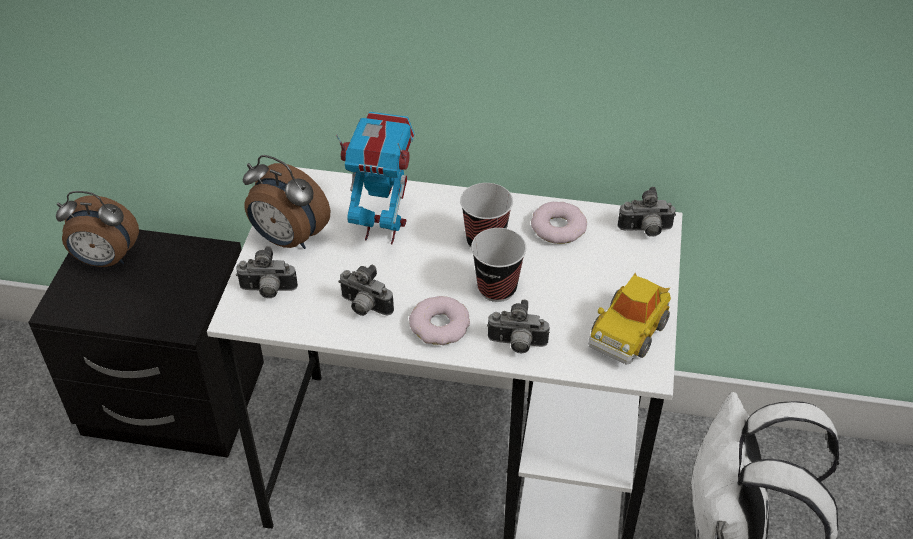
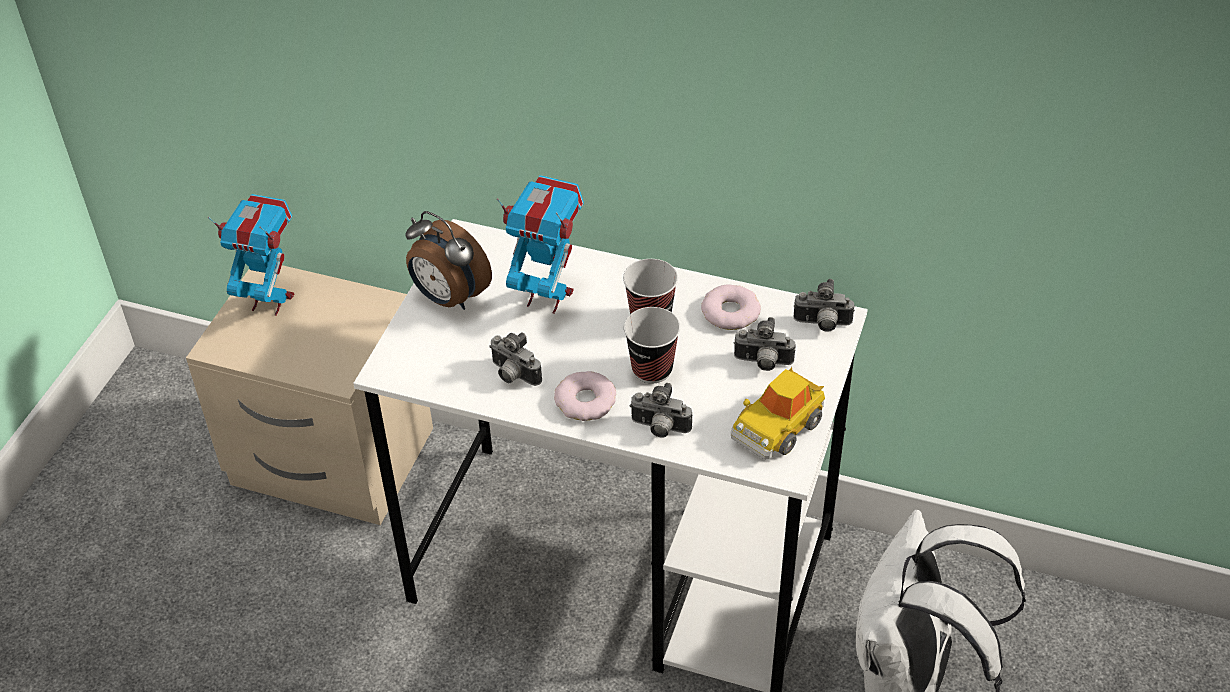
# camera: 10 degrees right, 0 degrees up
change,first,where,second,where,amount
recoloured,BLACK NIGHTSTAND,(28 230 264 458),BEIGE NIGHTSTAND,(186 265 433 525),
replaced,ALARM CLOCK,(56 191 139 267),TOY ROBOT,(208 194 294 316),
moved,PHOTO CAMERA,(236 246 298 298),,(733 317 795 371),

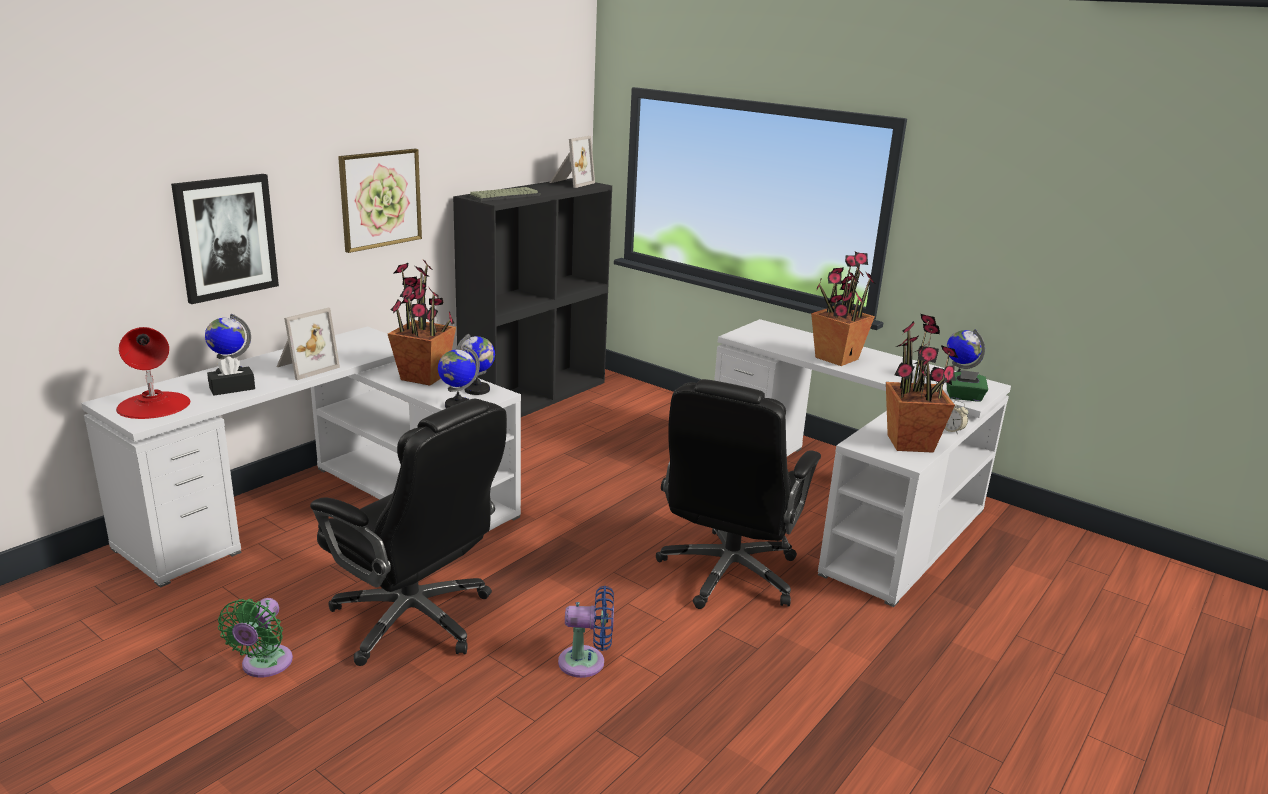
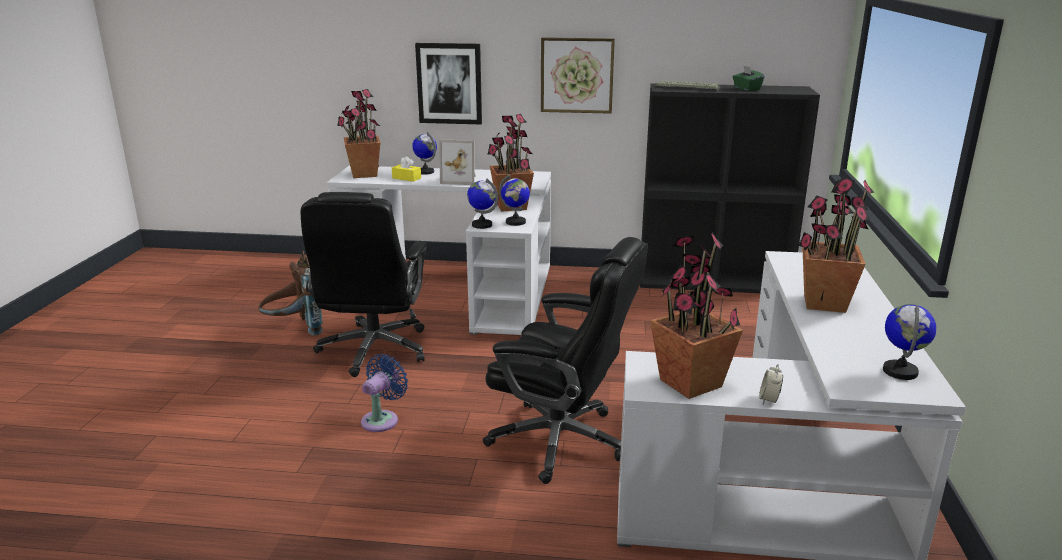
# camera: 60 degrees right, 0 degrees up
change,first,where,second,where,amount
replaced,GREEN FAN,(218 598 293 677),BROWN BACKPACK,(258 251 323 336),
replaced,RED TABLE LAMP,(116 327 190 419),POTTED PLANT,(337 89 380 178),
turned,BLUE FAN,(558 586 614 678),,(361 354 408 432),120 degrees counterclockwise
recoloured,BLACK TISSUE BOX,(207 356 255 396),YELLOW TISSUE BOX,(392 156 421 182),
turned,BLACK OFFICE CHAIR,(656 379 821 609),,(483 237 648 484),150 degrees counterclockwise
moved,GREEN TISSUE BOX,(946 370 988 402),,(733 65 765 91),
removed,PICTURE FRAME,(550 136 595 188),,,

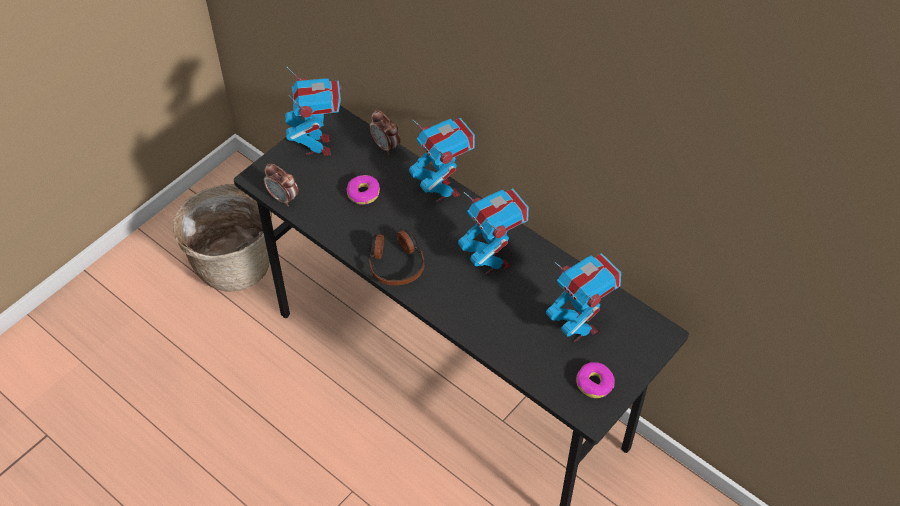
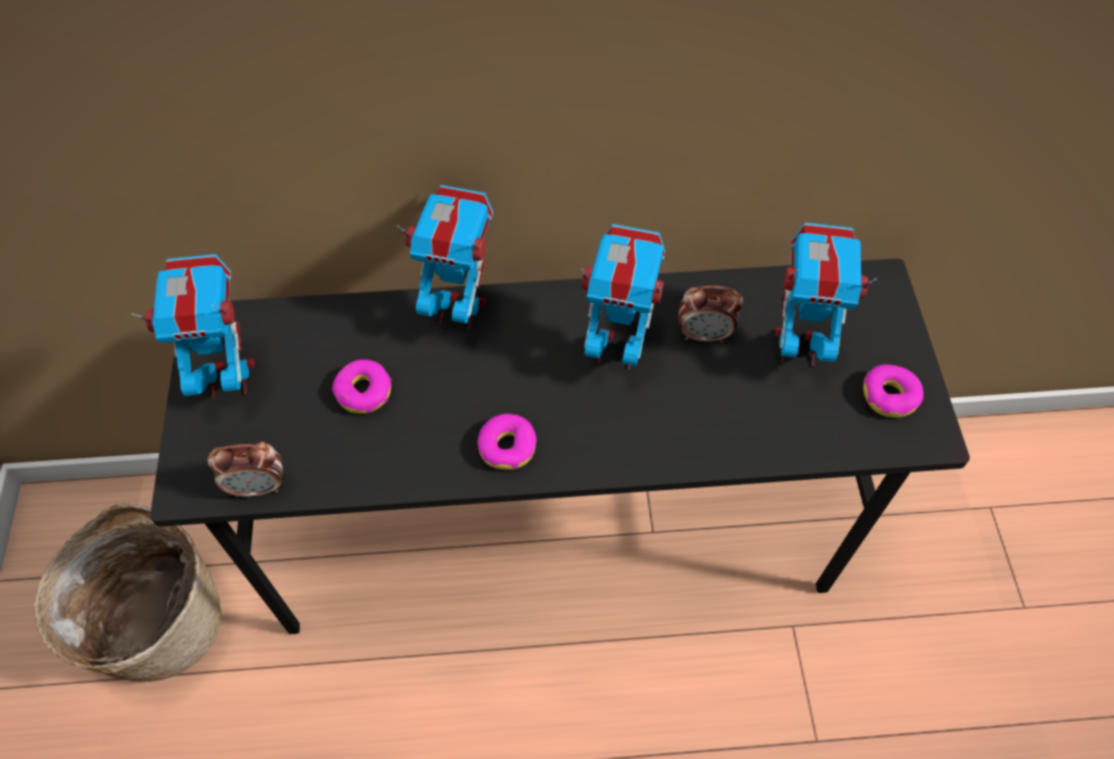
# camera: 45 degrees left, 5 degrees up
change,first,where,second,where,amount
turned,TOY ROBOT,(285 67 341 156),,(132 254 255 399),45 degrees counterclockwise
replaced,HEADPHONES,(369 228 424 286),DONUT,(478 414 537 470),
moved,ALARM CLOCK,(369 110 401 154),,(679 286 743 342),

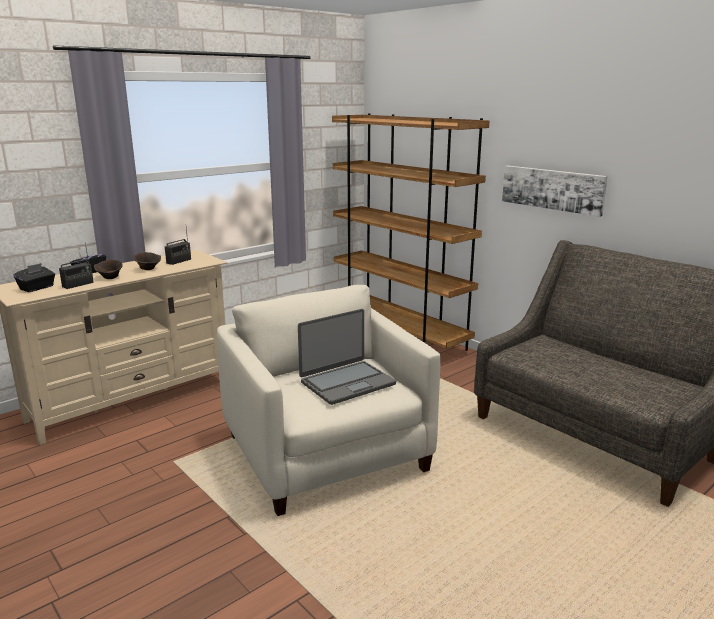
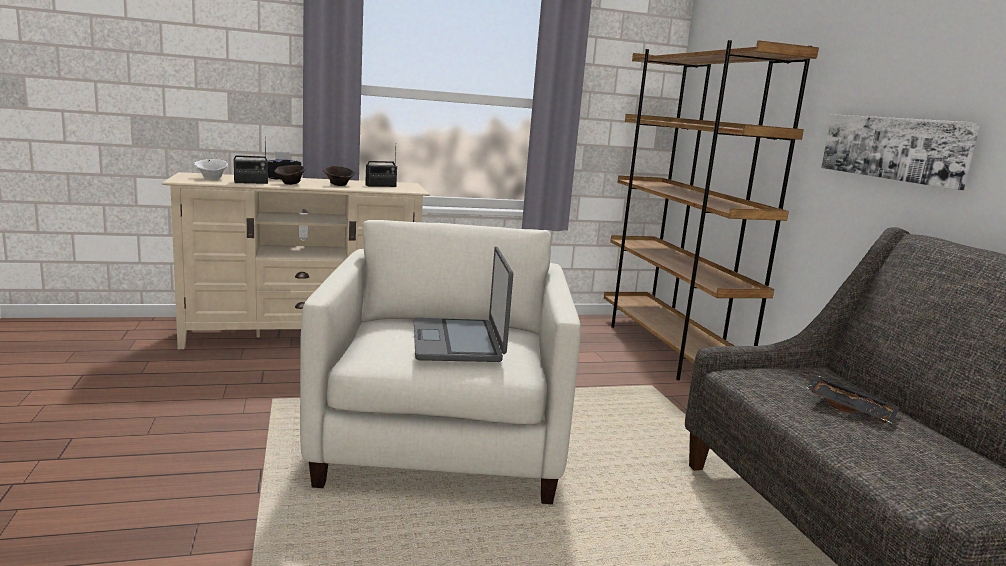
# camera: 25 degrees right, 5 degrees down
change,first,where,second,where,amount
replaced,BLACK TISSUE BOX,(13 263 55 292),WHITE BOWL,(194 159 228 179),
turned,LAPTOP,(298 309 396 405),,(414 246 513 362),90 degrees clockwise
added,,,BLACK TRAY,(806 375 900 424),

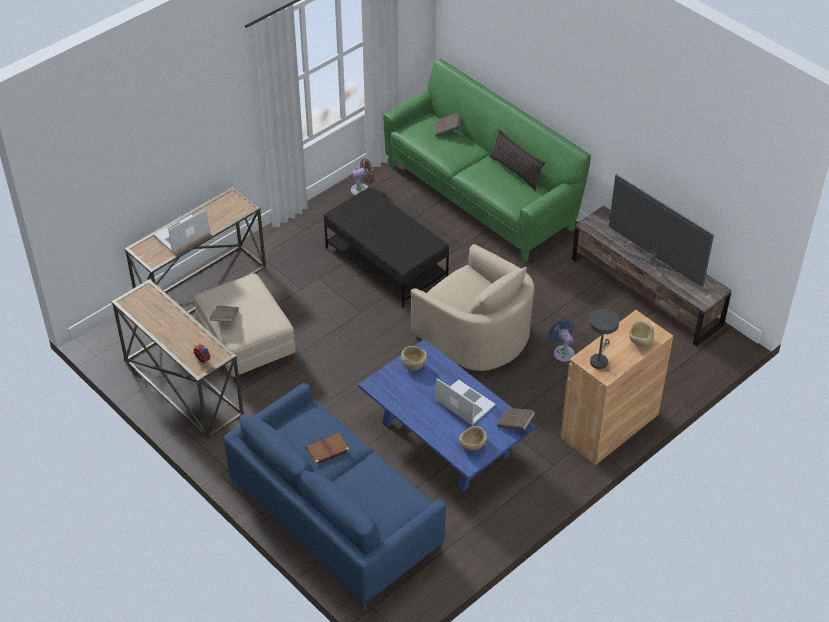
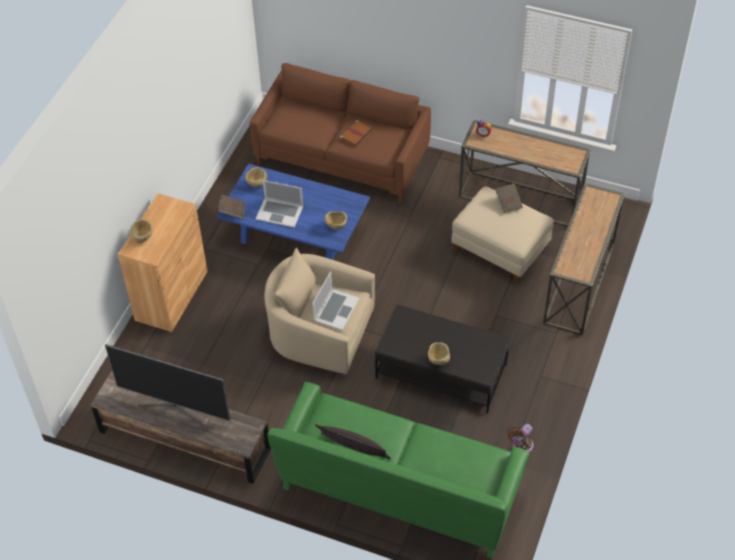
# camera: 155 degrees right, 5 degrees up
change,first,where,second,where,amount
recoloured,BLUE SOFA,(223 383 446 611),BROWN SOFA,(250 63 431 203),
moved,LAPTOP,(154 209 210 253),,(312 271 360 331),
added,,,BEIGE BOWL,(428 342 450 365),
removed,BROWN BOOK,(434 112 461 137),,,
removed,BLUE FAN,(548 319 575 362),,,
removed,GREY TABLE LAMP,(589 309 620 369),,,

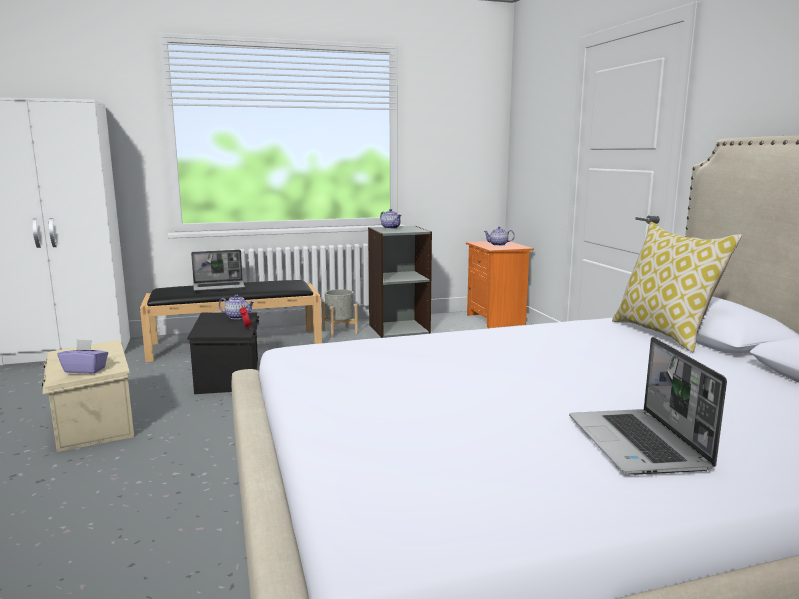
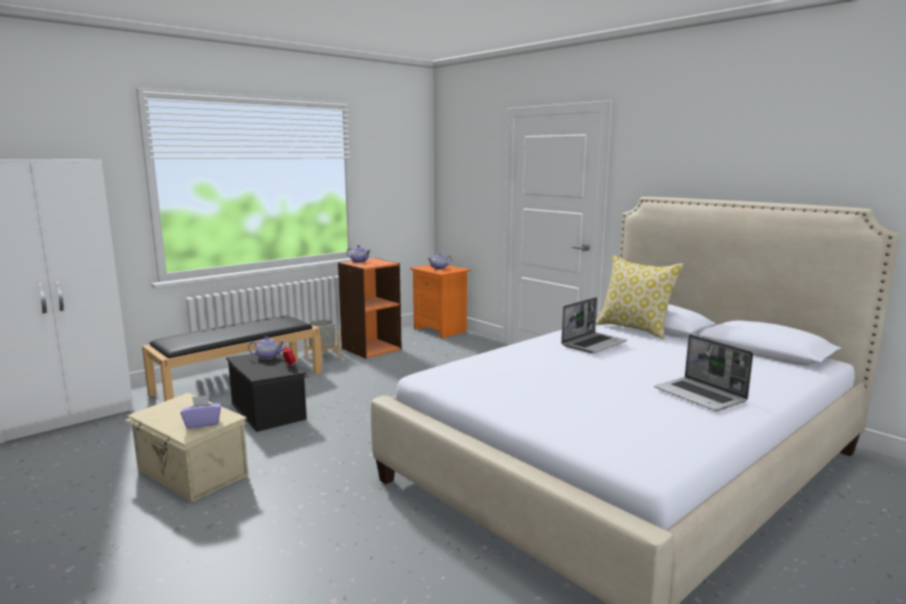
# camera: 25 degrees left, 0 degrees up
change,first,where,second,where,amount
recoloured,GREY BOOKCASE,(368 226 432 338),ORANGE BOOKCASE,(338 258 402 359),
moved,LAPTOP,(191 250 245 292),,(561 297 627 353),

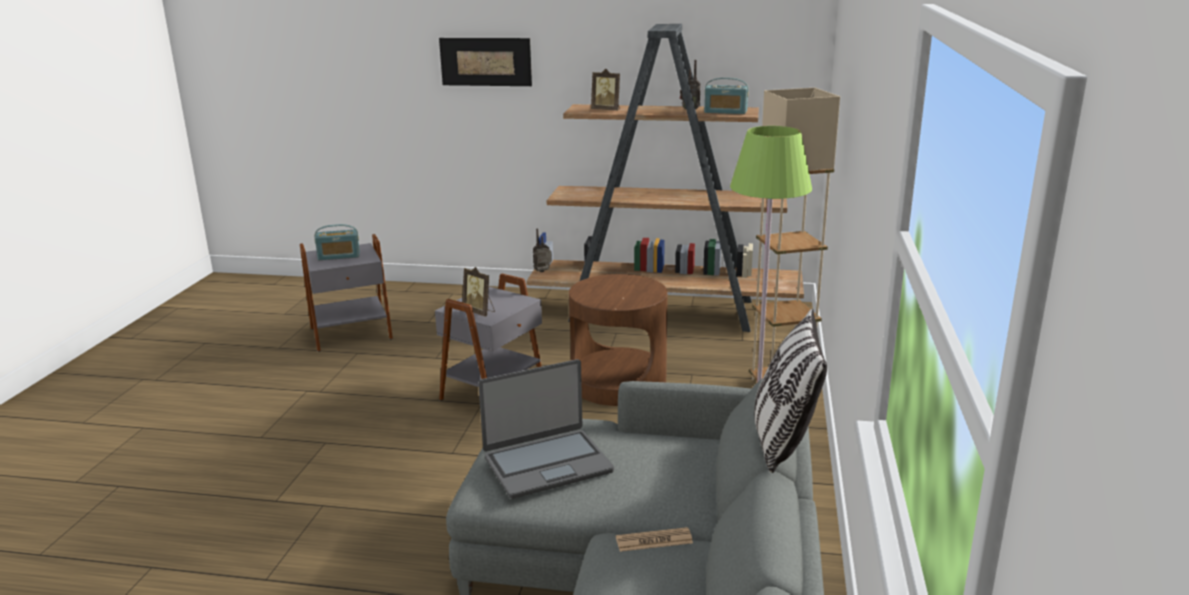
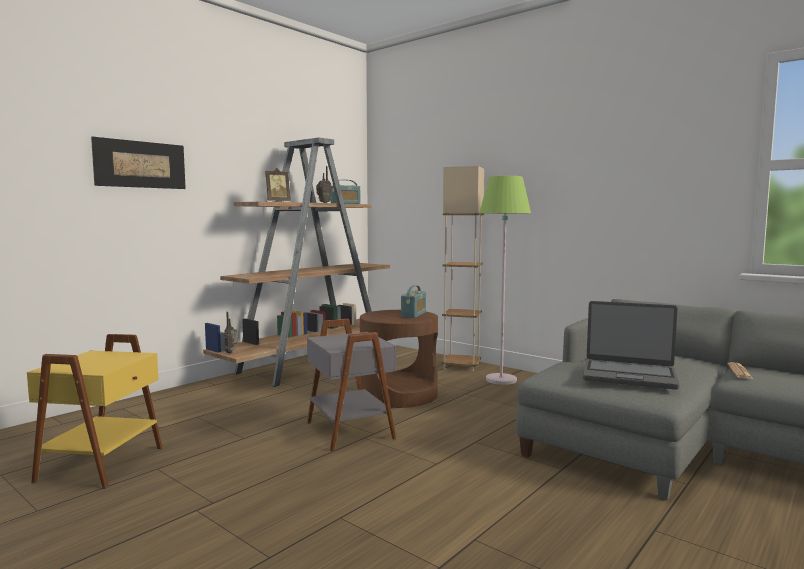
# camera: 60 degrees left, 15 degrees down
change,first,where,second,where,amount
recoloured,GREY SIDE TABLE,(300 234 393 352),YELLOW SIDE TABLE,(27 334 162 489),
moved,RADIO,(314 224 360 260),,(401 285 426 318),
turned,LAPTOP,(478 359 614 499),,(583 301 680 389),105 degrees clockwise
removed,PICTURE FRAME,(462 267 495 317),,,
removed,PILLOW,(754 309 827 473),,,

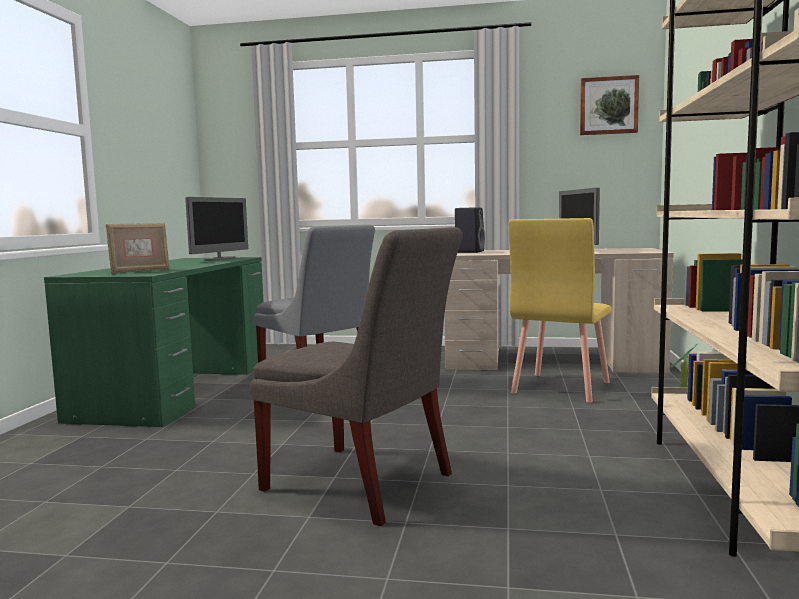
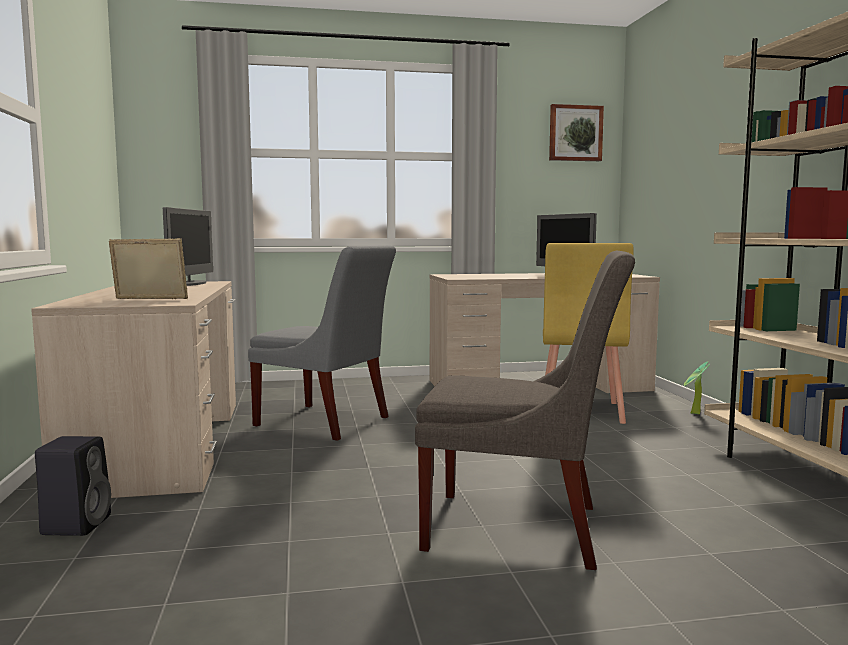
# camera: 20 degrees left, 0 degrees up
change,first,where,second,where,amount
recoloured,GREEN DESK,(44 257 264 427),BEIGE DESK,(31 281 236 498),
moved,BLACK SPEAKER,(455 207 485 253),,(35 436 111 536),
turned,PICTURE FRAME,(106 223 170 274),,(109 238 188 299),105 degrees counterclockwise

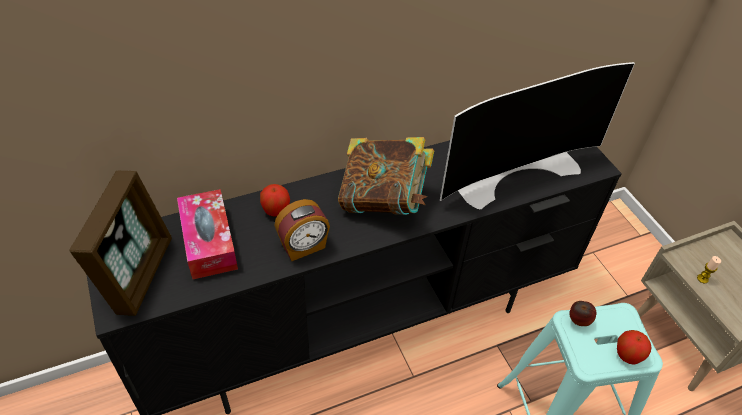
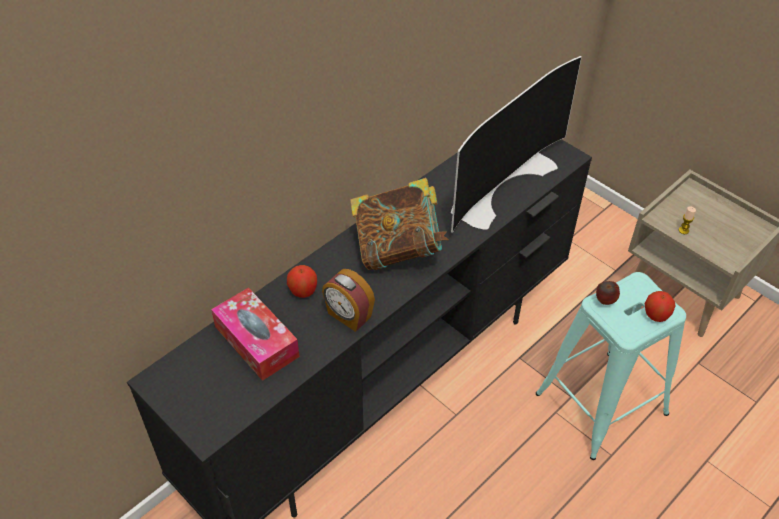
# camera: 20 degrees left, 0 degrees up
change,first,where,second,where,amount
turned,ALARM CLOCK,(274 199 330 261),,(322 269 375 332),90 degrees clockwise
removed,PICTURE FRAME,(69 171 172 316),,,

